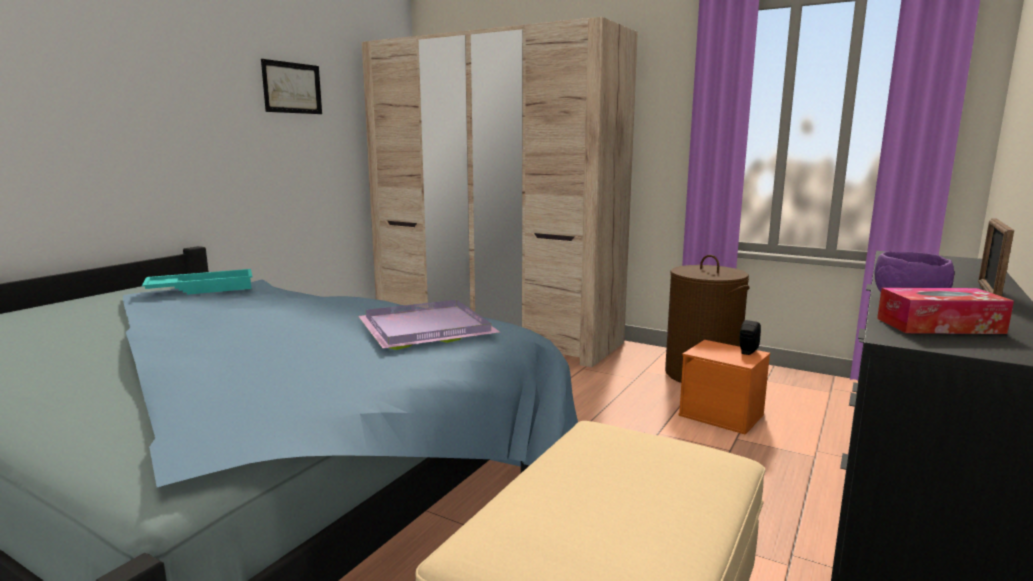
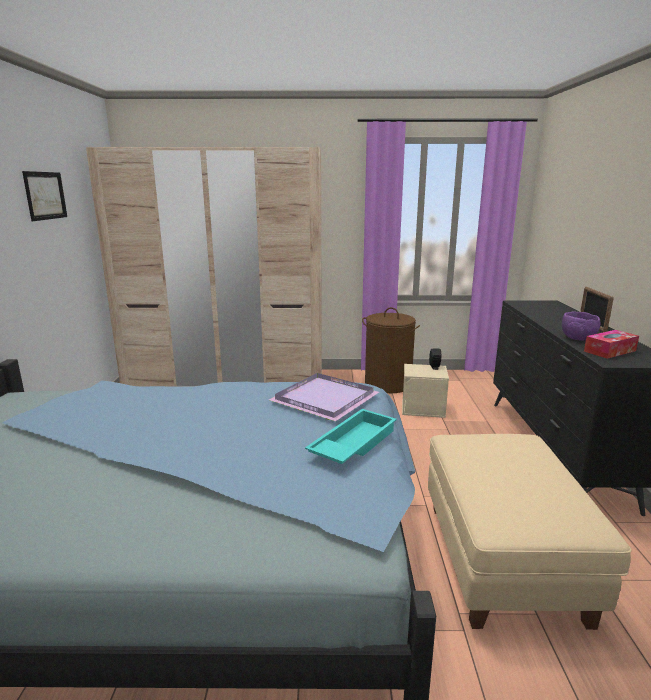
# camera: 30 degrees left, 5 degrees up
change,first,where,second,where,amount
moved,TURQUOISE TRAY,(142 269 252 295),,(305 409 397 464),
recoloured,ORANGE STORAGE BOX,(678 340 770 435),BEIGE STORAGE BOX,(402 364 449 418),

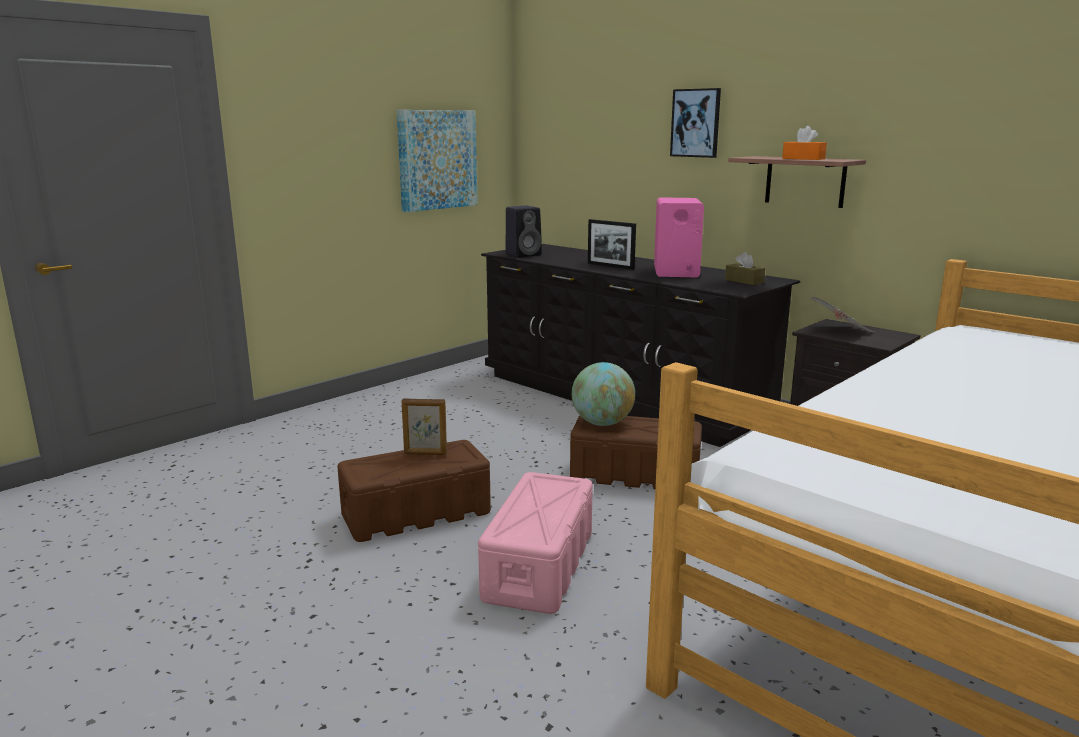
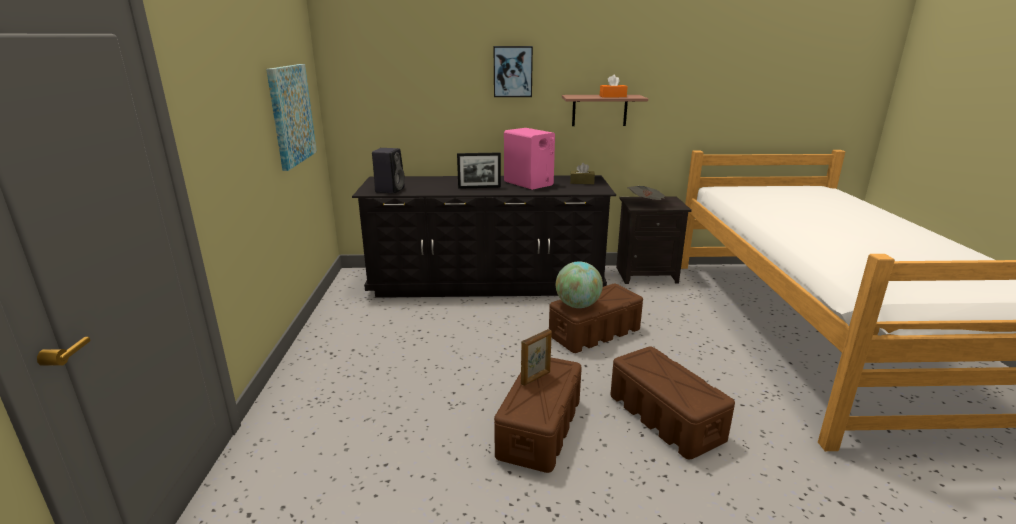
# camera: 45 degrees left, 5 degrees up
change,first,where,second,where,amount
recoloured,PINK STORAGE BOX,(478 472 593 614),BROWN STORAGE BOX,(610 347 735 459),

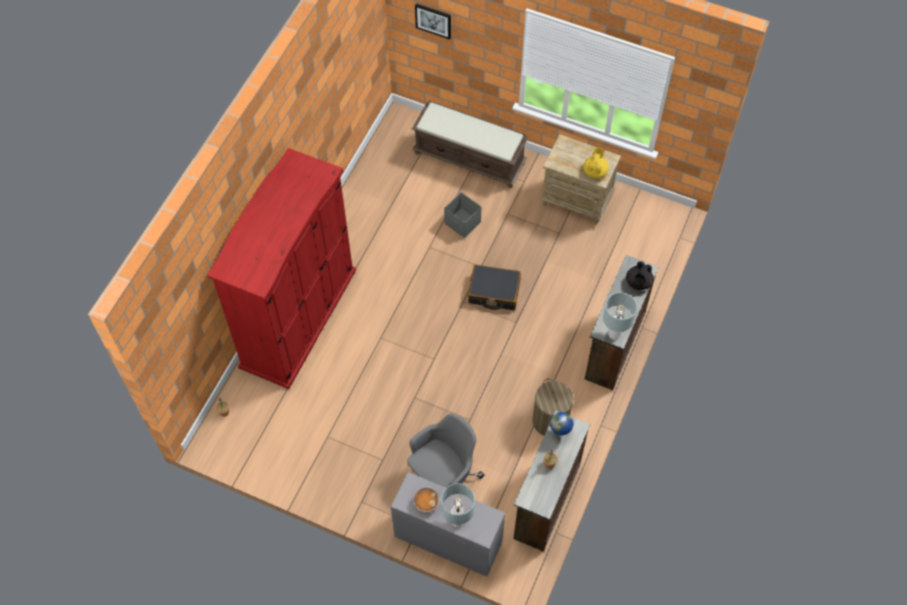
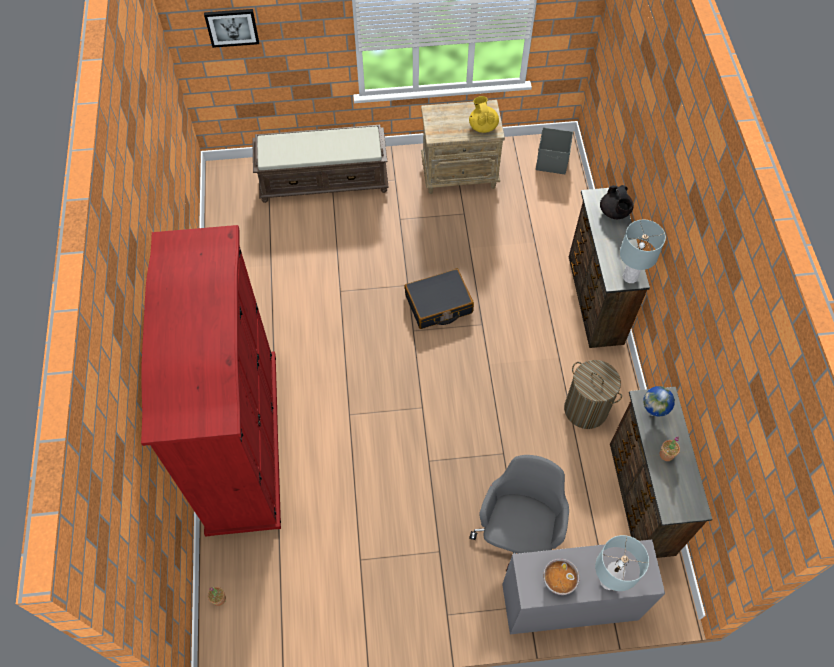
# camera: 30 degrees left, 0 degrees up
change,first,where,second,where,amount
moved,GREY STORAGE BOX,(444 192 481 238),,(536 127 573 174),

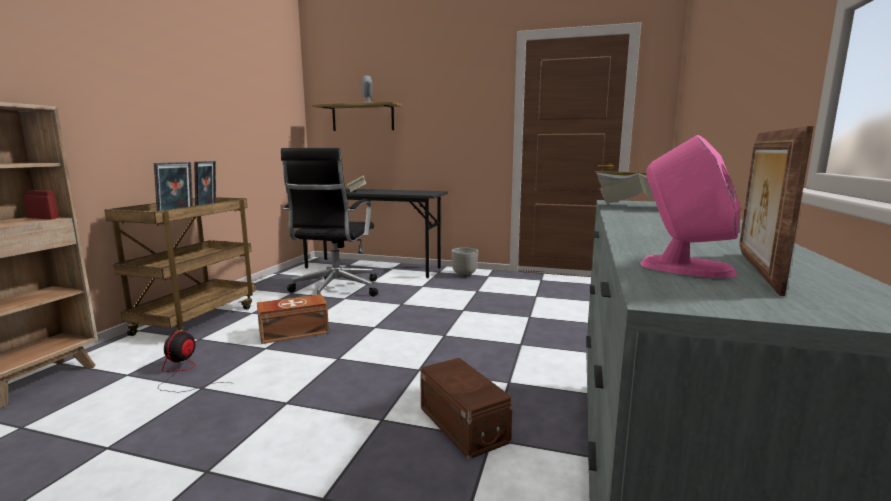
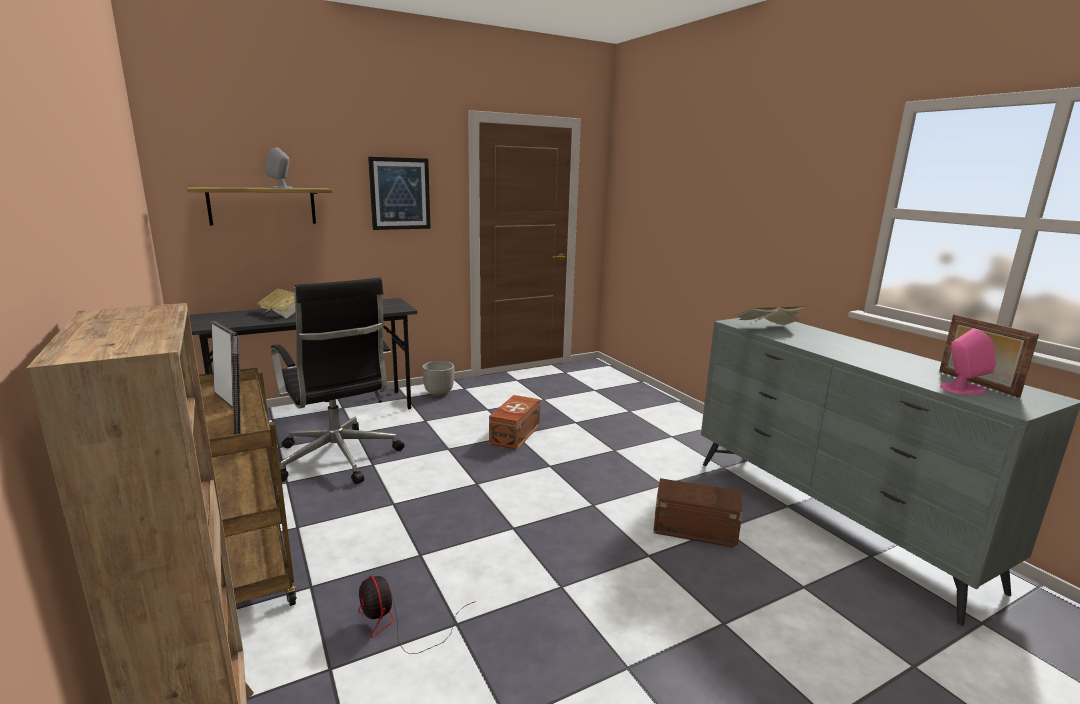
# camera: 45 degrees left, 5 degrees up
change,first,where,second,where,amount
added,,,PICTURE,(368 157 431 230),
moved,BROWN STORAGE BOX,(257 294 329 344),,(489 395 540 450),

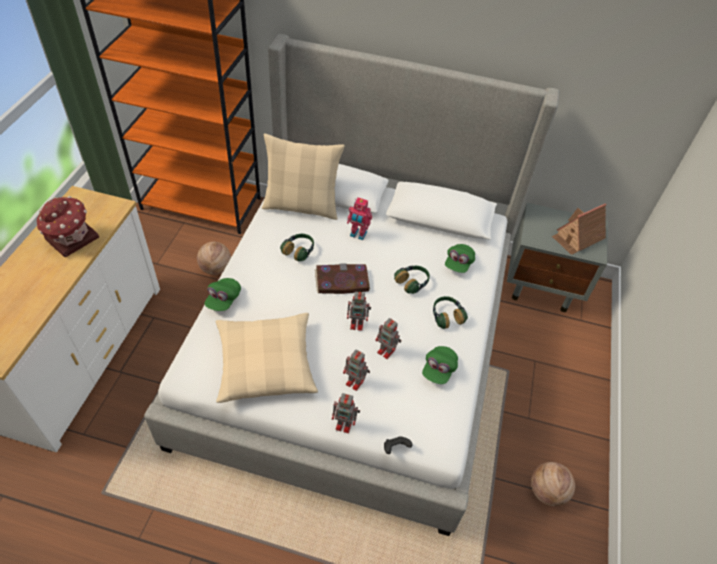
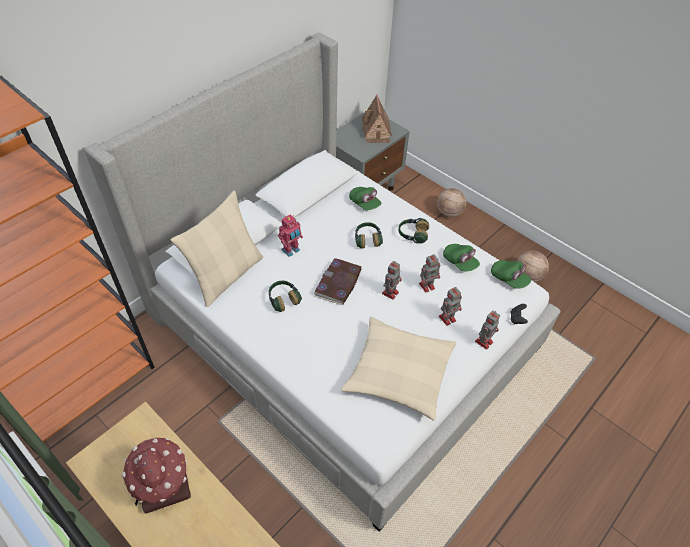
# camera: 60 degrees left, 0 degrees up
change,first,where,second,where,amount
moved,BASKETBALL,(197 242 231 275),,(437 188 467 217),
moved,GREEN CAP,(205 278 241 311),,(491 260 531 289),

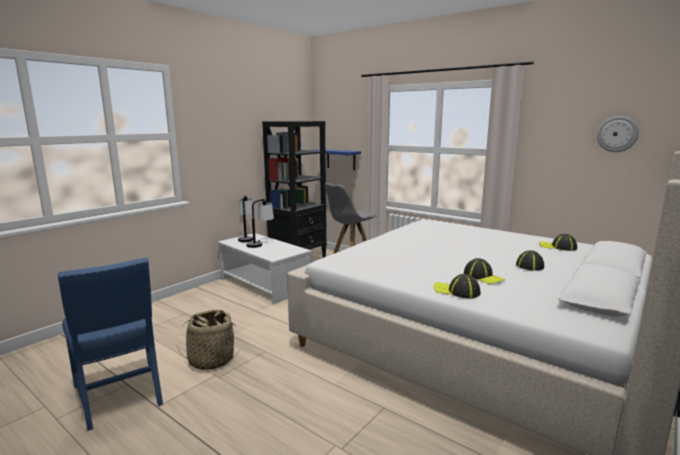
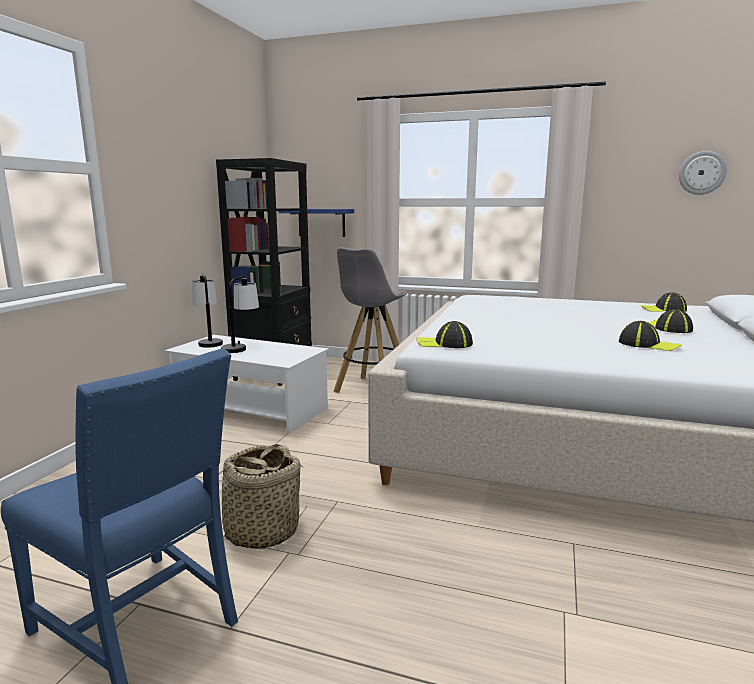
# camera: 20 degrees left, 0 degrees up
change,first,where,second,where,amount
moved,CAP,(434 274 480 298),,(417 321 473 348),

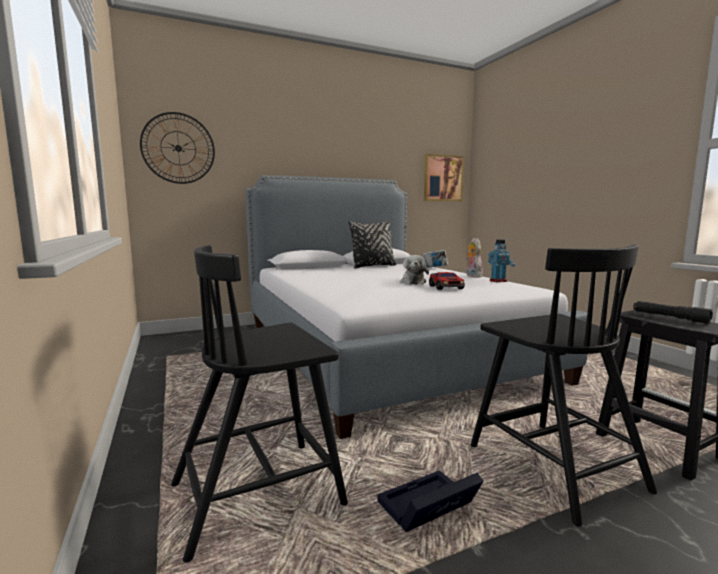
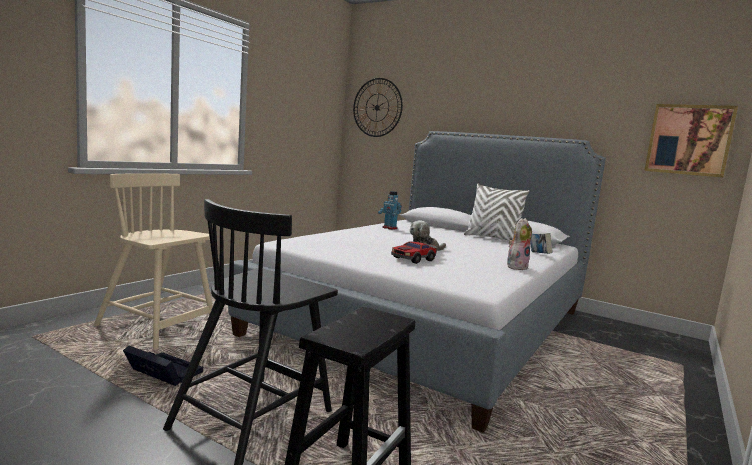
# camera: 55 degrees right, 0 degrees up
change,first,where,second,where,amount
recoloured,BLACK CHAIR,(171 245 348 562),BEIGE CHAIR,(93 173 216 350),
moved,TOY ROBOT,(488 239 515 282),,(378 191 402 230),
recoloured,BLACK PILLOW,(348 221 396 269),WHITE PILLOW,(464 184 530 241),
removed,BLACK FLASHLIGHT,(633 301 713 324),,,

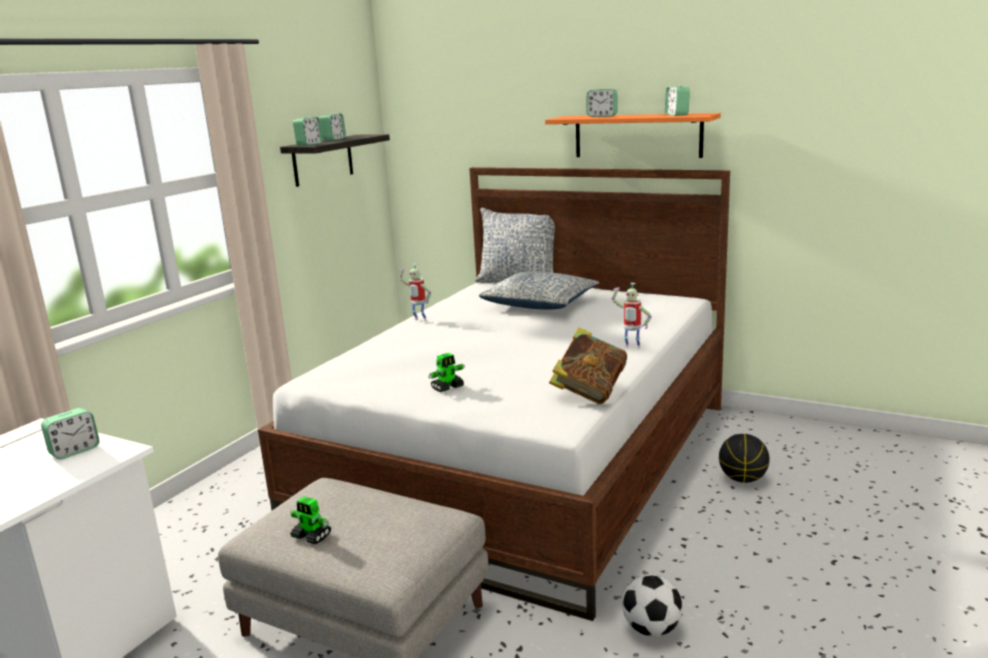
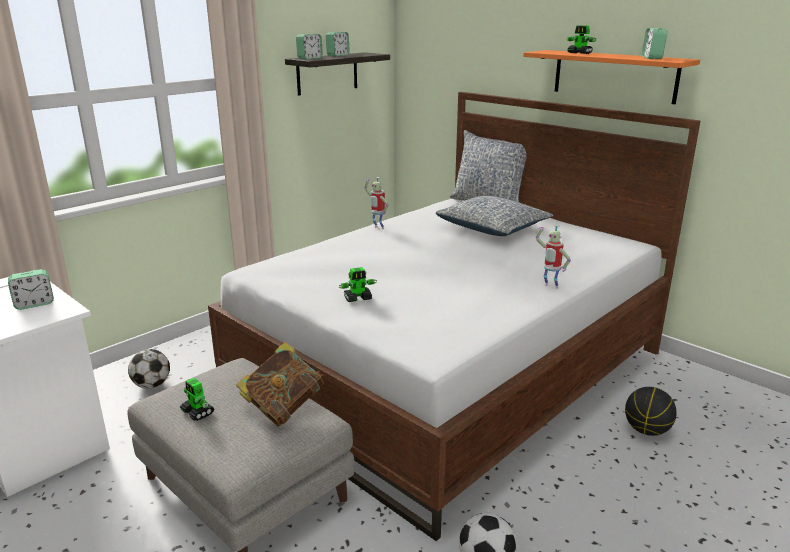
# camera: 15 degrees right, 5 degrees up
change,first,where,second,where,amount
added,,,FOOTBALL,(128 349 170 389),
moved,BOOK,(549 327 627 404),,(236 342 324 426),
replaced,ALARM CLOCK,(587 89 617 117),TOY ROBOT,(566 25 597 54),

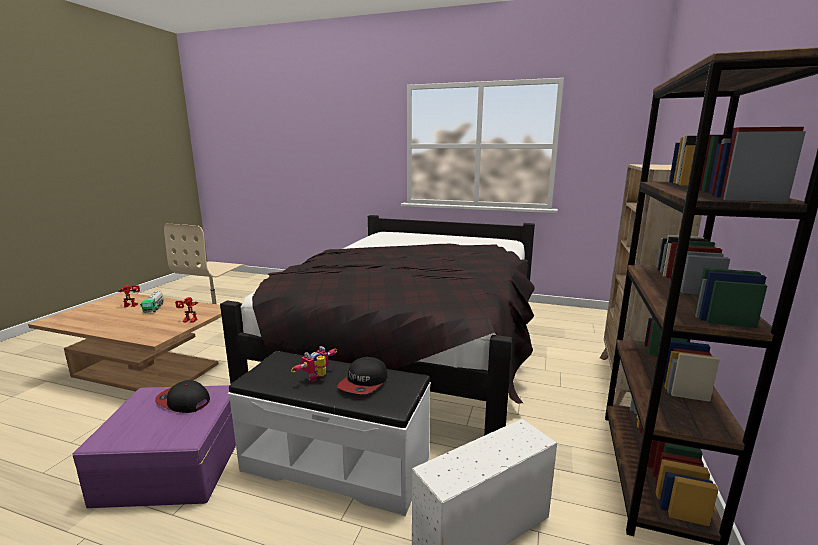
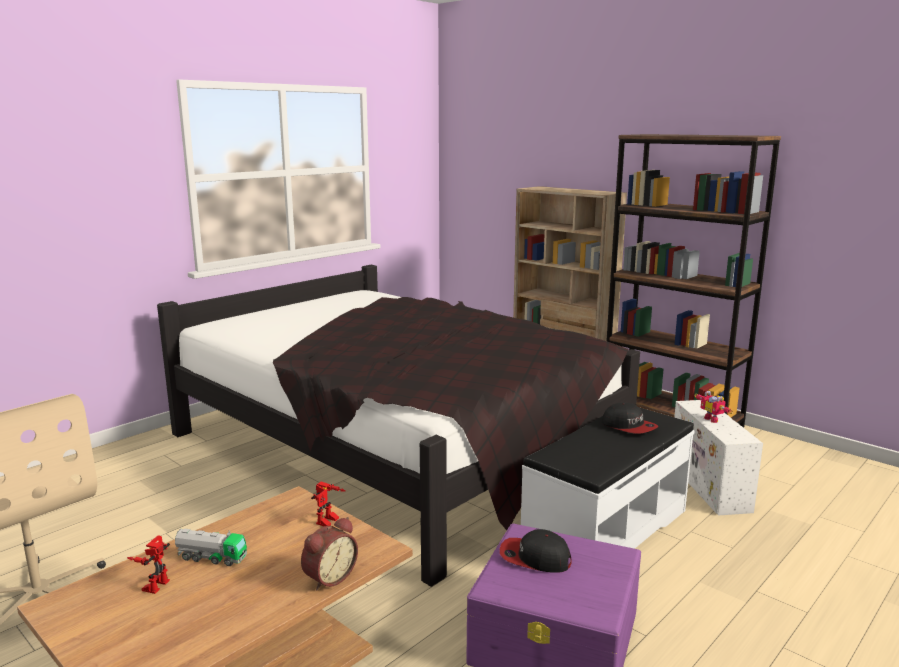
# camera: 65 degrees left, 0 degrees up
change,first,where,second,where,amount
added,,,ALARM CLOCK,(301 517 358 590),
turned,CAP,(155 380 210 413),,(500 529 571 573),60 degrees clockwise
moved,TOY ROBOT,(291 346 337 381),,(695 391 733 423),

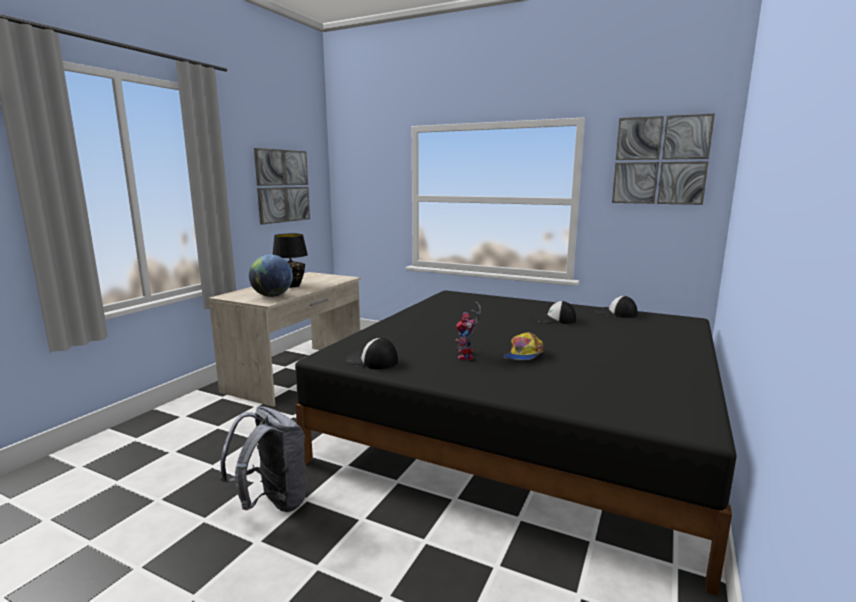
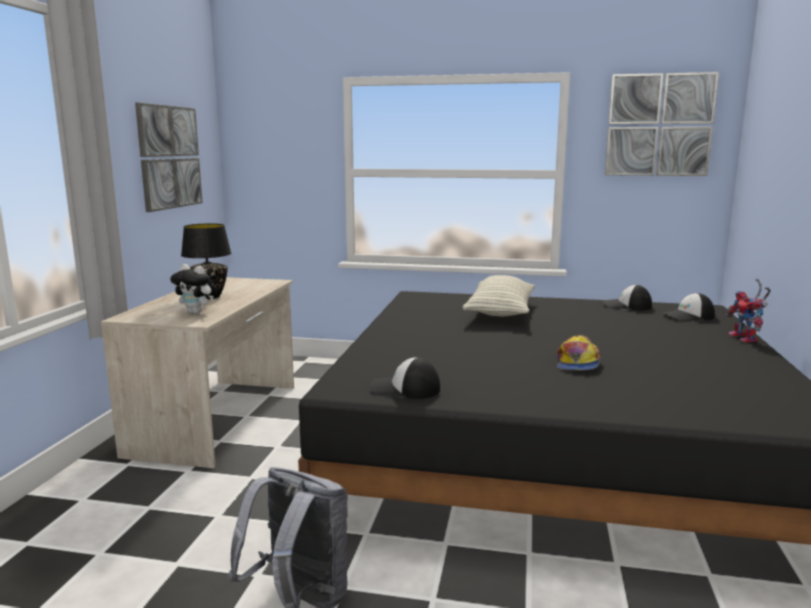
# camera: 15 degrees left, 0 degrees up
change,first,where,second,where,amount
replaced,GLOBE,(249 255 293 297),PLUSH TOY,(170 264 218 314),
added,,,PILLOW,(463 275 535 316),
moved,CAP,(534 301 576 324),,(663 293 715 322),
moved,TOY ROBOT,(456 302 481 360),,(726 279 771 342),

